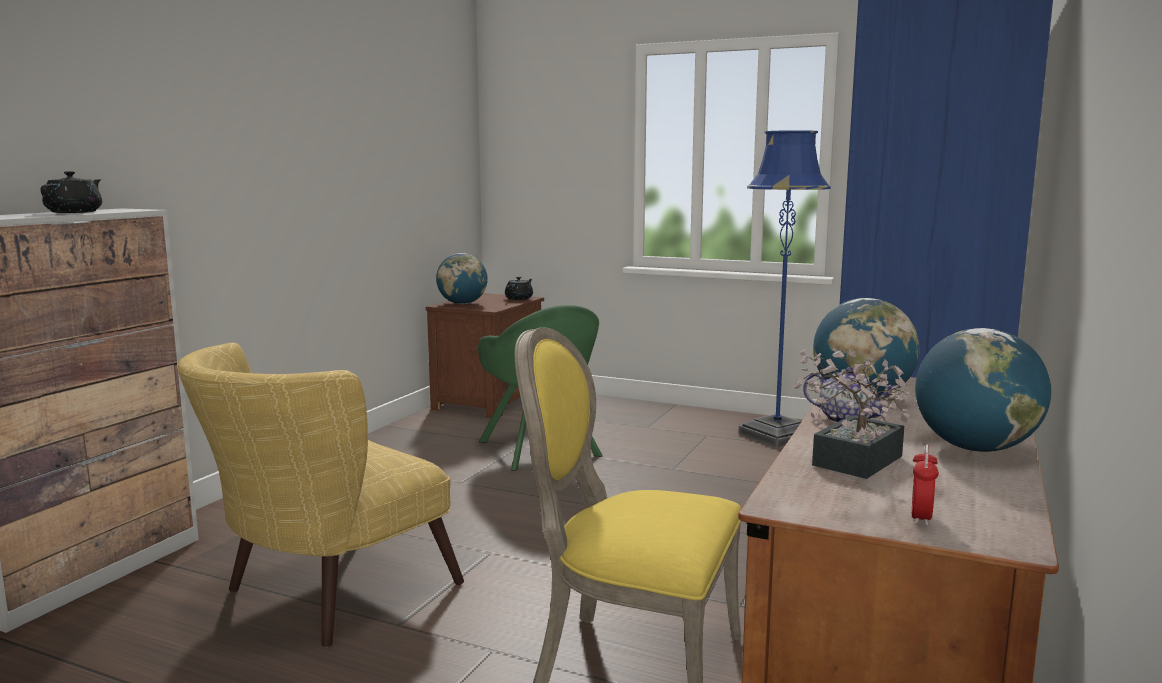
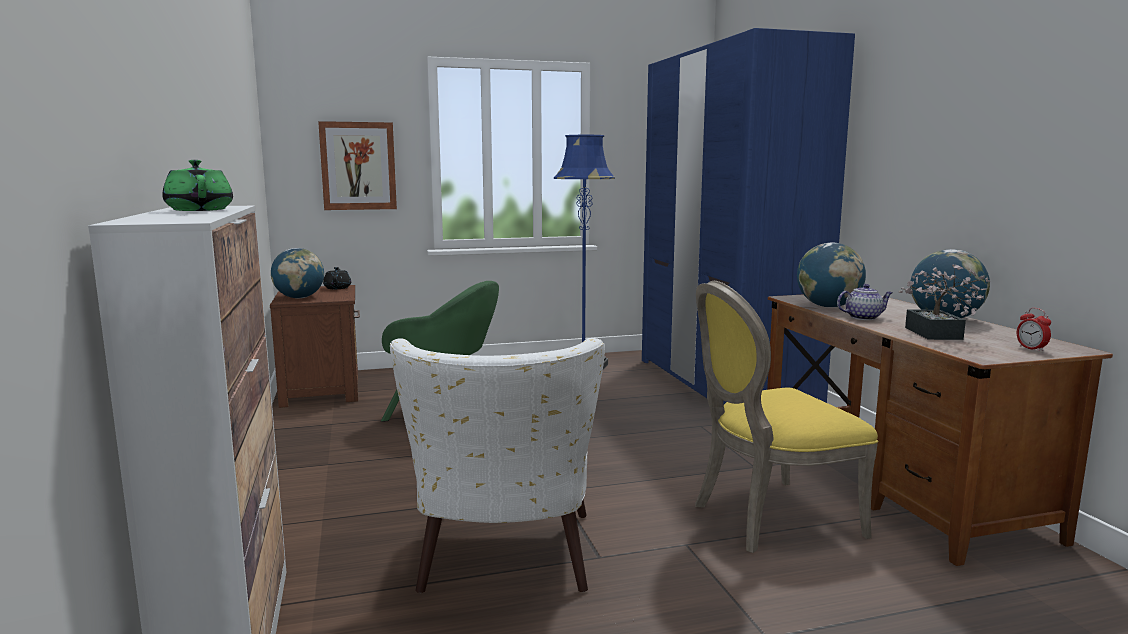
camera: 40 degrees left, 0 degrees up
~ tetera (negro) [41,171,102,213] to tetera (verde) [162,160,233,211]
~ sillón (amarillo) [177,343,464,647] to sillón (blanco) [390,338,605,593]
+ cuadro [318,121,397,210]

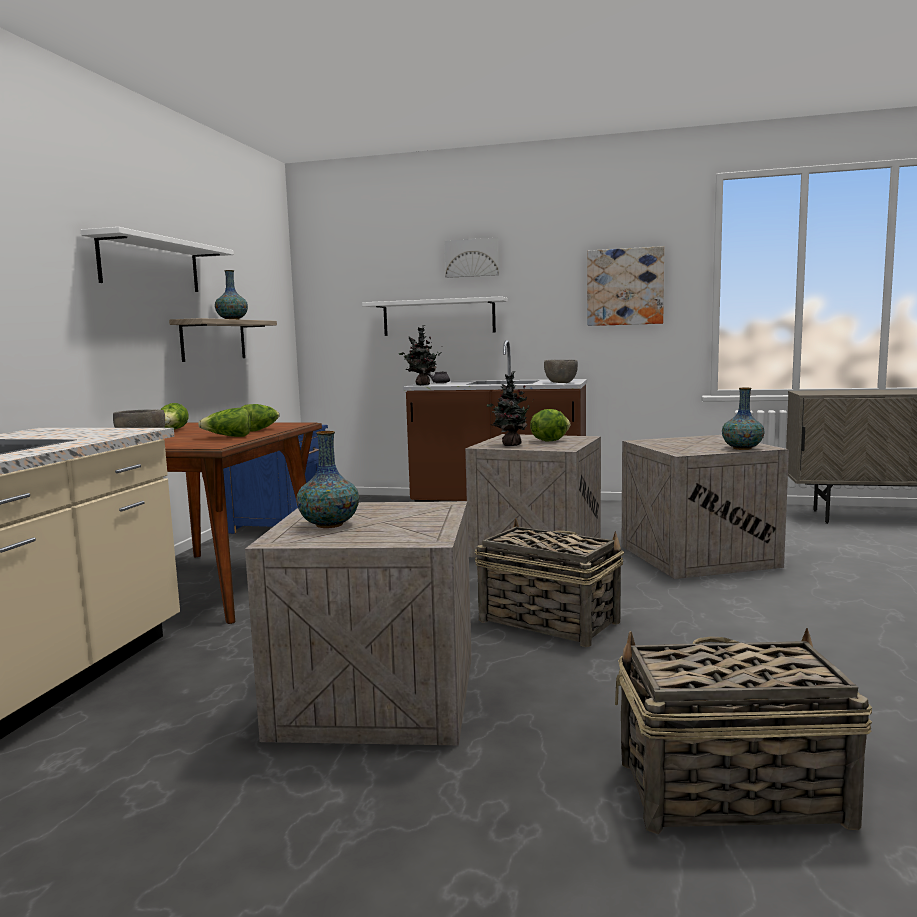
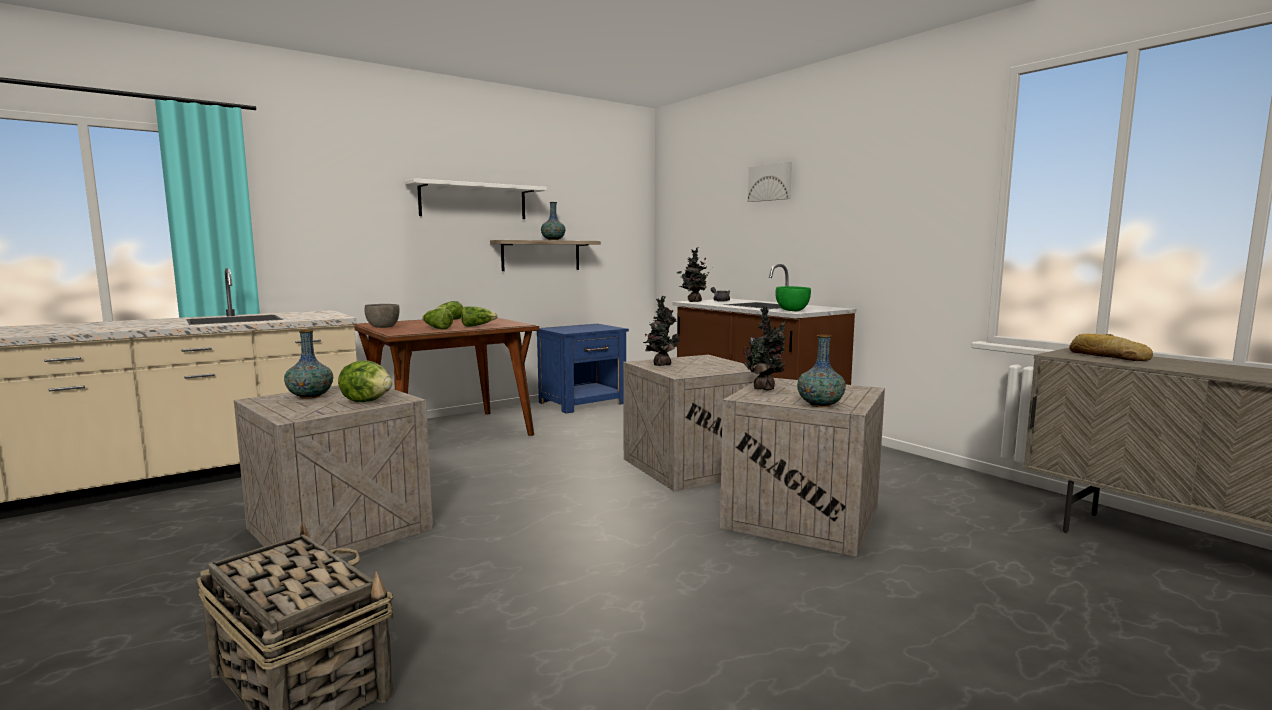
camera: 40 degrees right, 0 degrees up
- estante (blanco) [362,296,507,336]
- cesta [475,518,624,647]
~ lechuga [530,409,570,441] to [338,360,393,402]
~ cuenco (gris) [544,360,578,383] to cuenco (verde) [775,286,811,312]
- cuadro [587,246,664,326]
+ planta en maceta [741,306,786,390]
+ pan [1069,334,1153,361]

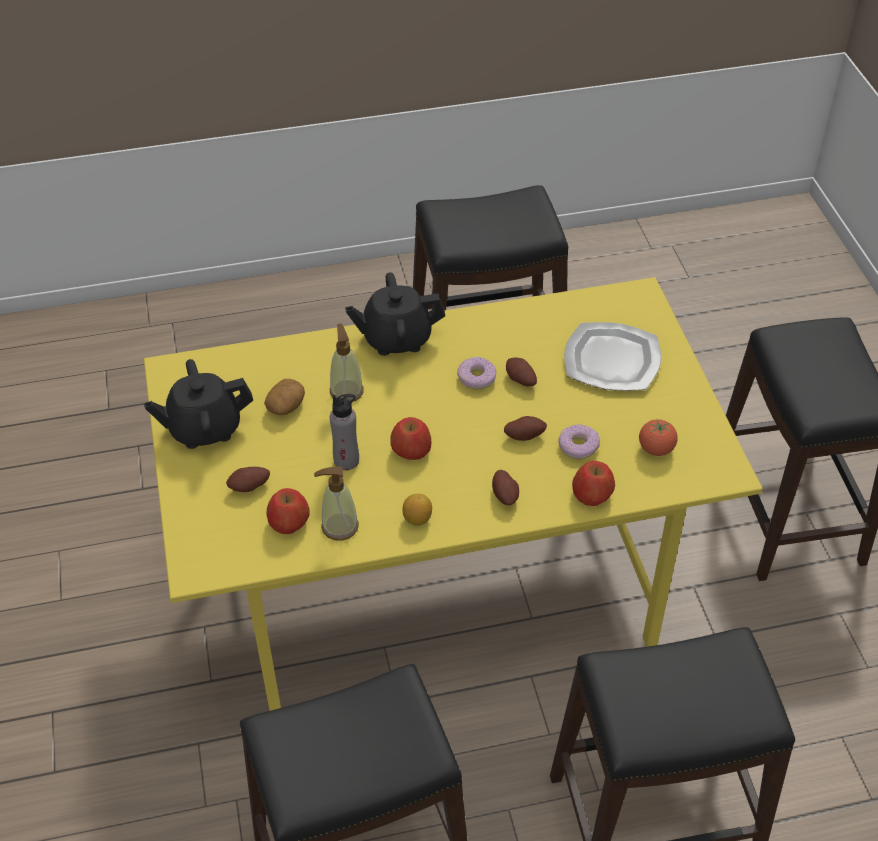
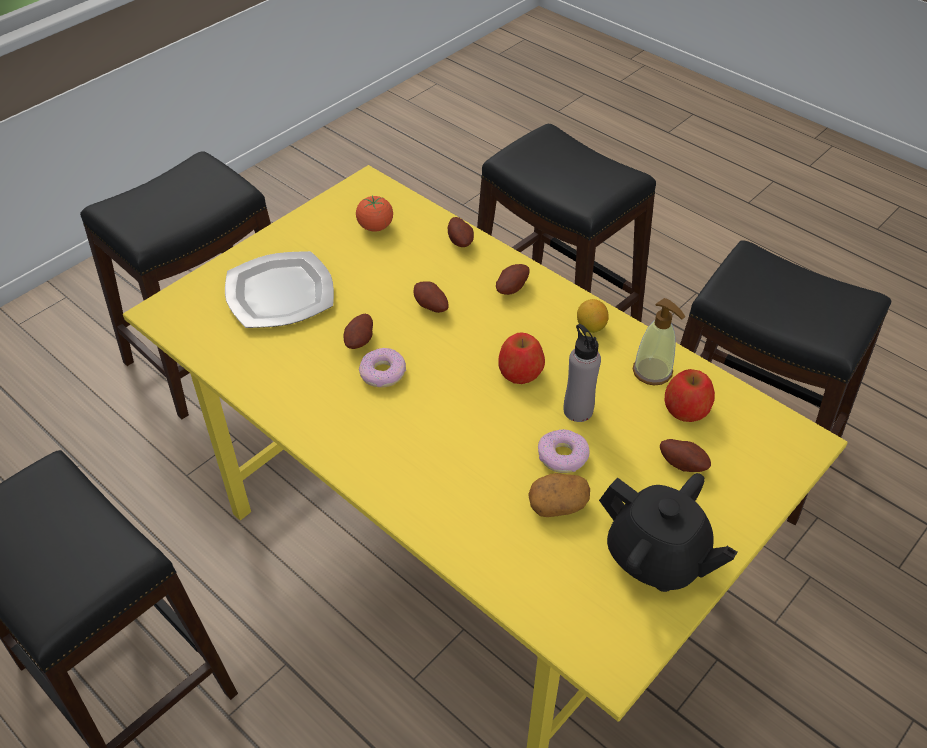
camera: 125 degrees left, 0 degrees up
- dispensador de jabón [330,324,364,402]
- tetera (negro) [345,272,445,356]
~ rosquilla [558,424,600,459] to [538,429,590,473]
~ manzana [572,461,615,506] to patata [448,217,474,247]

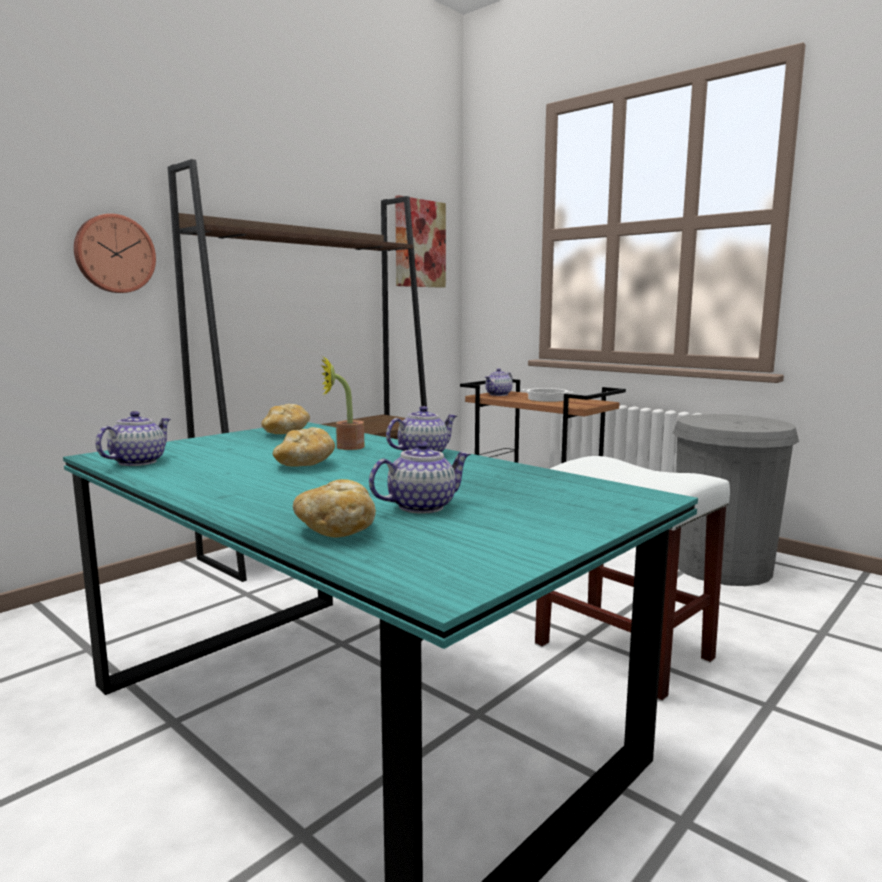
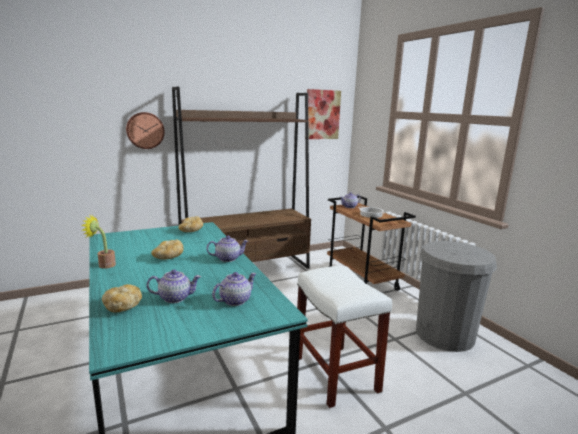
camera: 20 degrees right, 5 degrees up
~ tetera [96,411,171,466] to [212,272,256,306]
~ planta en maceta [321,356,364,450] to [82,215,116,269]

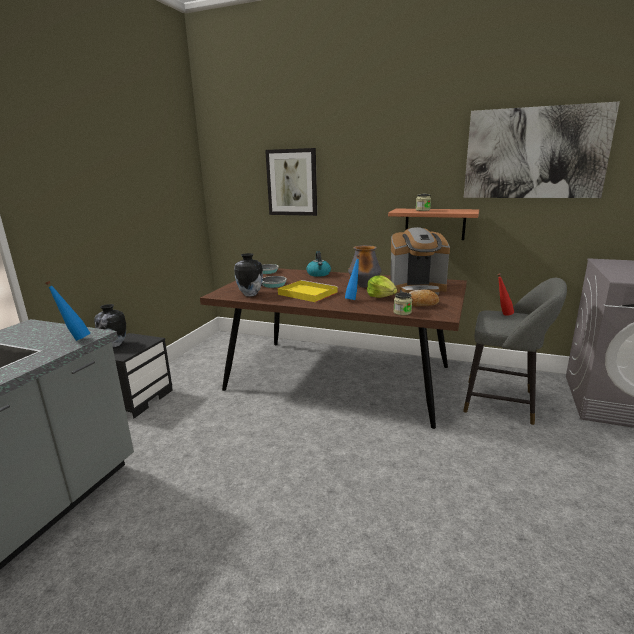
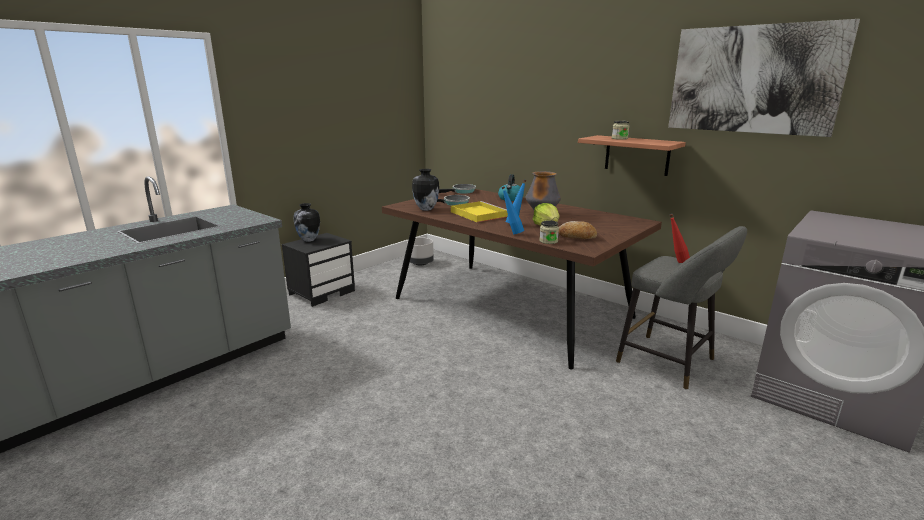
camera: 20 degrees right, 0 degrees up
~ botella (azul) [45,281,90,341] to [501,186,524,234]
- cuadro [265,148,317,216]
- cafetera [390,227,450,295]
+ maceta (gris) [407,237,434,266]

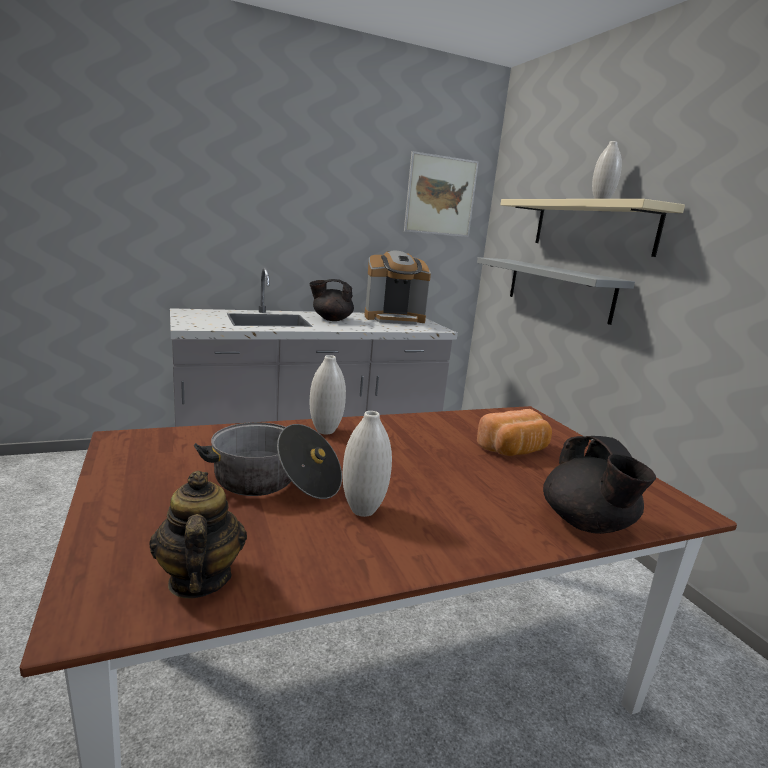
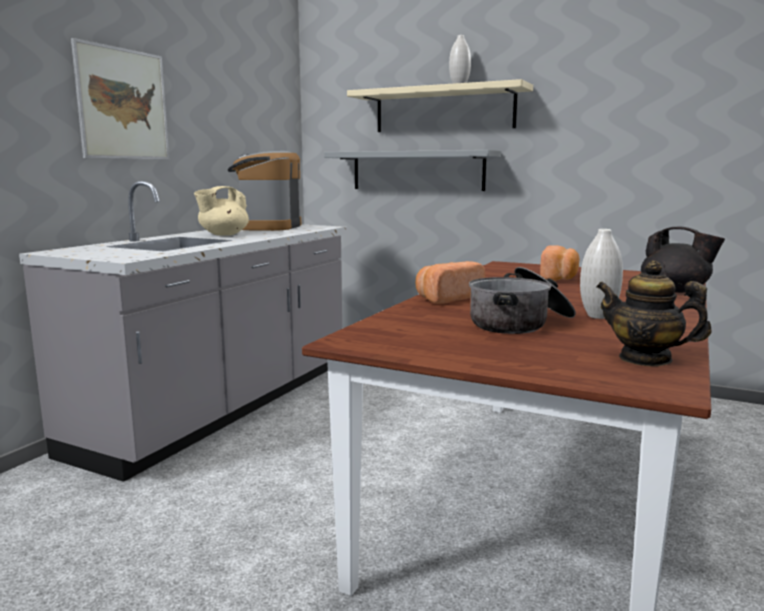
camera: 40 degrees left, 5 degrees down
~ tetera (negro) [309,279,354,321] to tetera (beis) [194,186,249,236]
~ florero (blanco) [310,355,346,434] to pan [416,261,485,304]
~ cafetera [364,251,431,325] = [228,151,301,231] 150 degrees clockwise
~ cuadro [404,151,479,237] to [71,38,169,159]

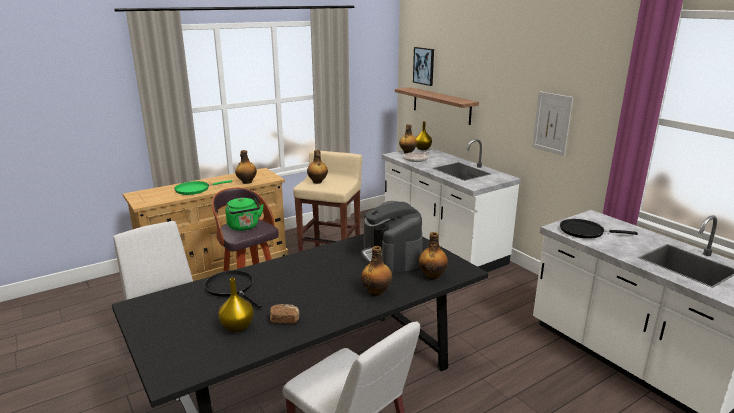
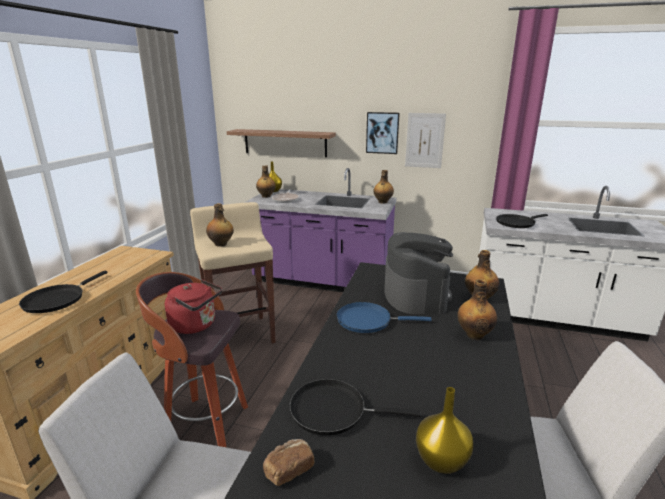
camera: 40 degrees left, 0 degrees up
~ sartén (verde) [174,180,233,195] to sartén (negro) [19,271,108,313]
~ hervidor (verde) [225,198,264,231] to hervidor (rojo) [165,279,222,334]
~ botella [235,150,257,184] to [373,170,394,203]
~ pan [270,304,299,324] to [263,439,314,486]
~ cafetera [361,201,423,273] = [384,232,453,314] 120 degrees counterclockwise
~ mueble bajo de cocina (blanco) [382,139,521,272] to mueble bajo de cocina (morado) [244,168,396,292]
~ cuadro [413,47,434,86] to [366,112,400,154]
+ sartén (azul) [337,302,432,333]

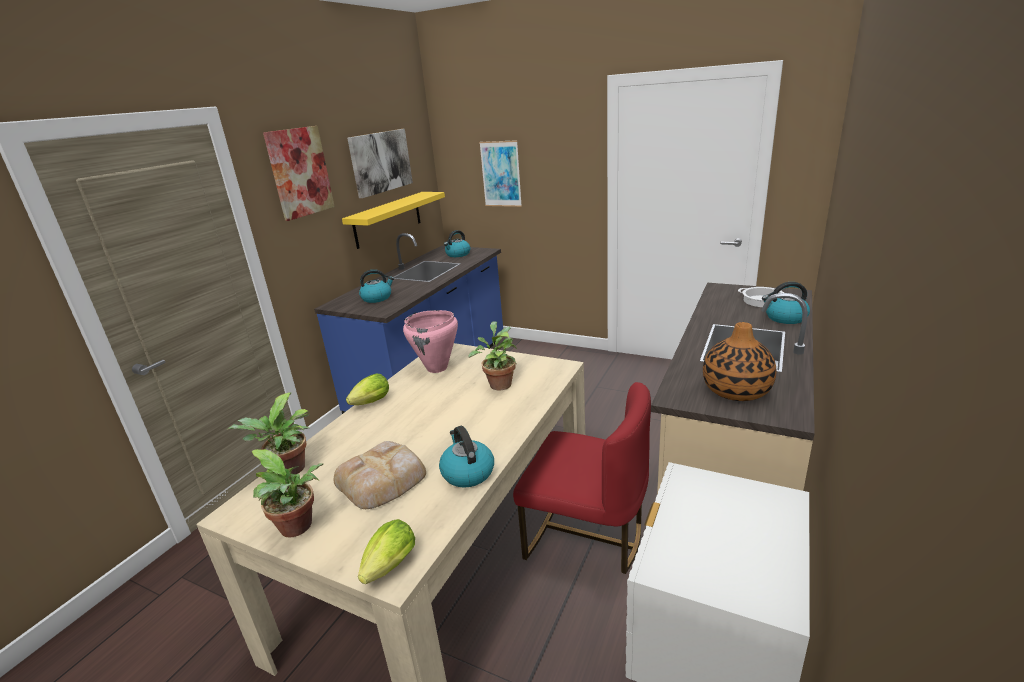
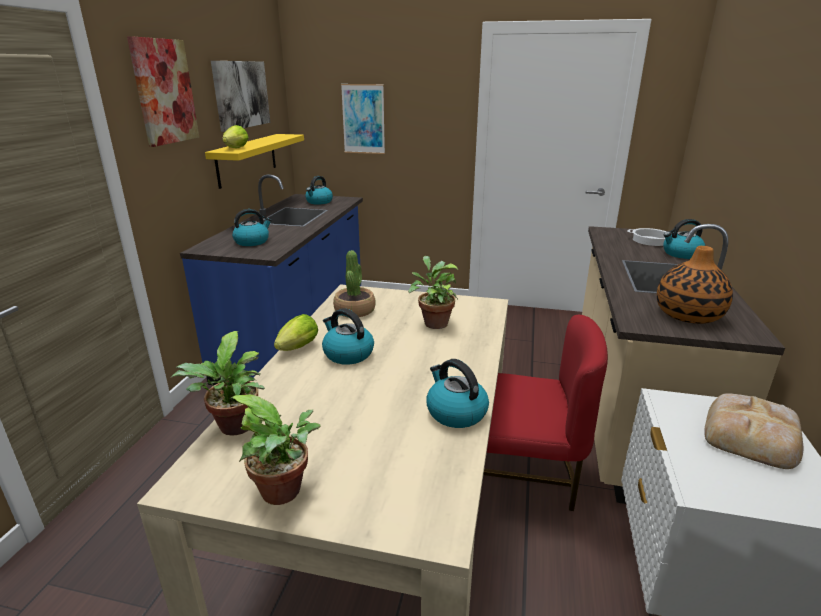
camera: 15 degrees left, 0 degrees up
~ pan [333,441,426,509] to [704,393,804,469]
~ lechuga [358,519,415,584] to [222,125,249,148]
~ olla (rosa) [403,310,458,373] to planta en maceta [333,250,376,317]
+ hervidor [322,308,374,365]

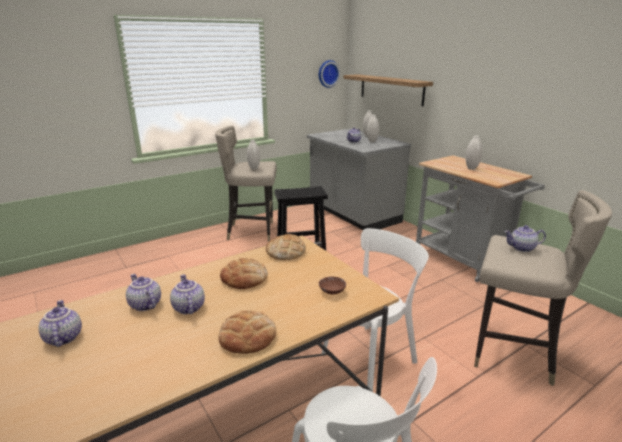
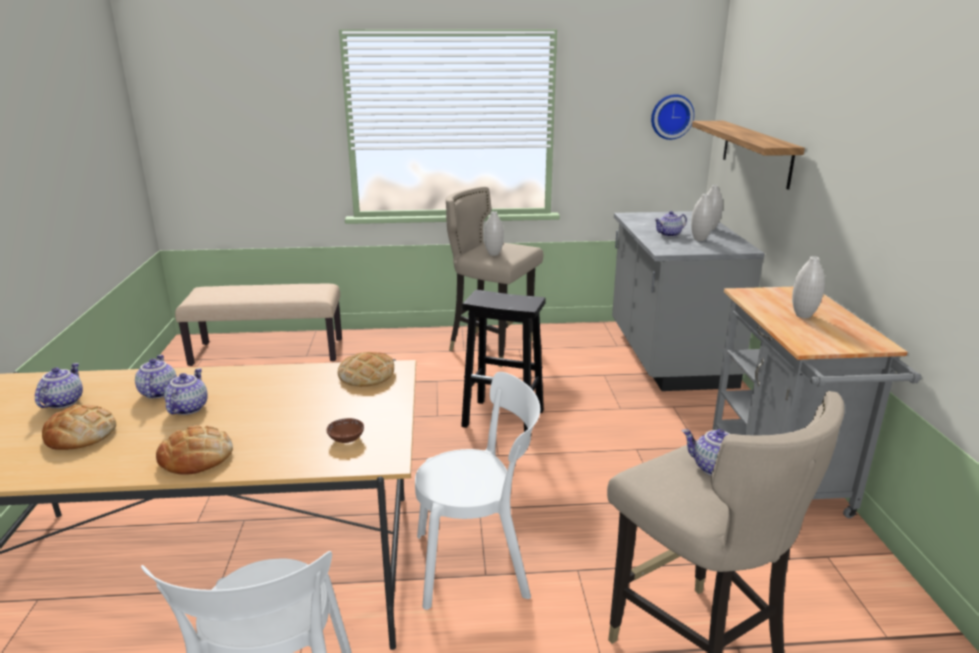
camera: 30 degrees right, 0 degrees up
~ pan [220,258,268,289] to [42,405,116,450]
+ banco (beis) [175,283,342,366]

